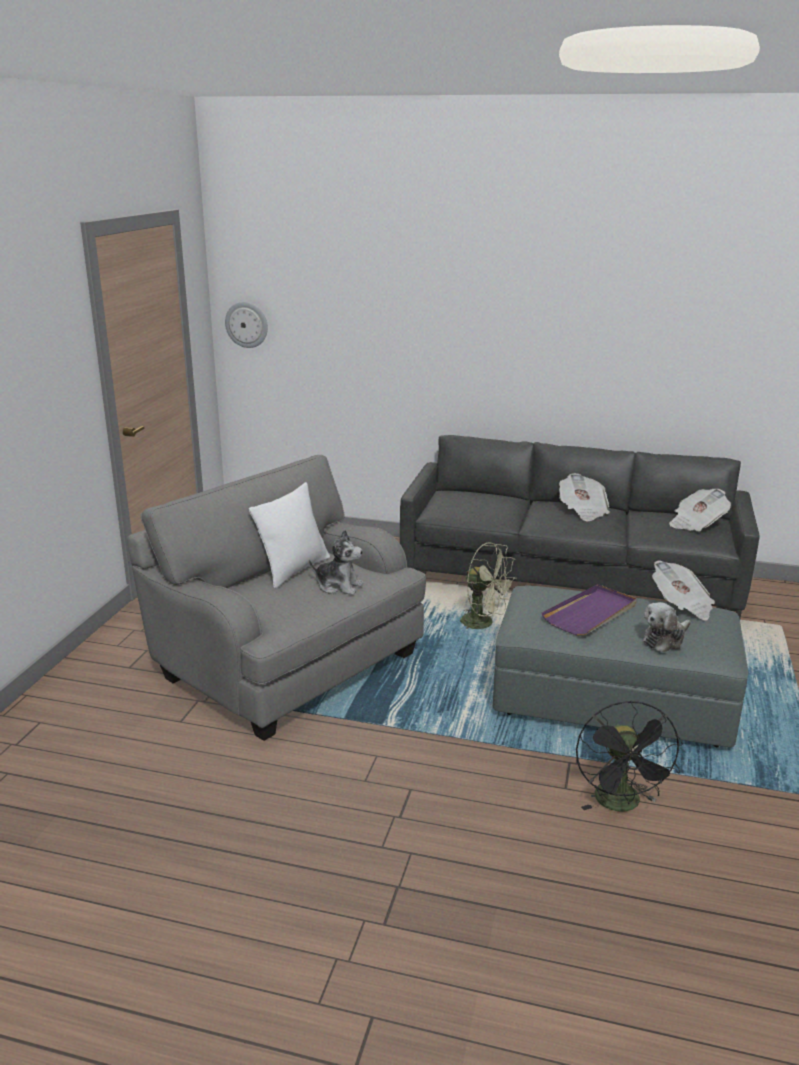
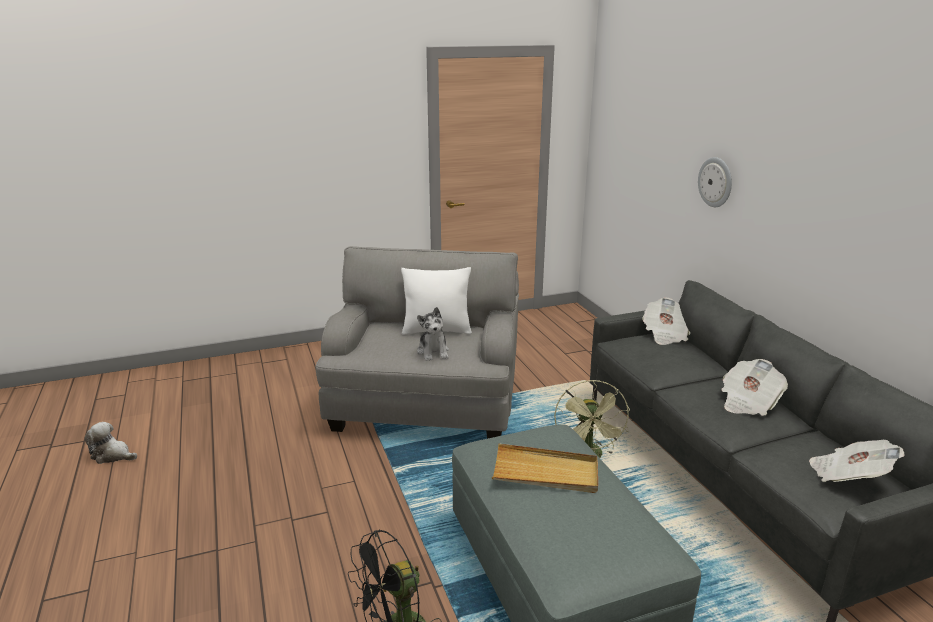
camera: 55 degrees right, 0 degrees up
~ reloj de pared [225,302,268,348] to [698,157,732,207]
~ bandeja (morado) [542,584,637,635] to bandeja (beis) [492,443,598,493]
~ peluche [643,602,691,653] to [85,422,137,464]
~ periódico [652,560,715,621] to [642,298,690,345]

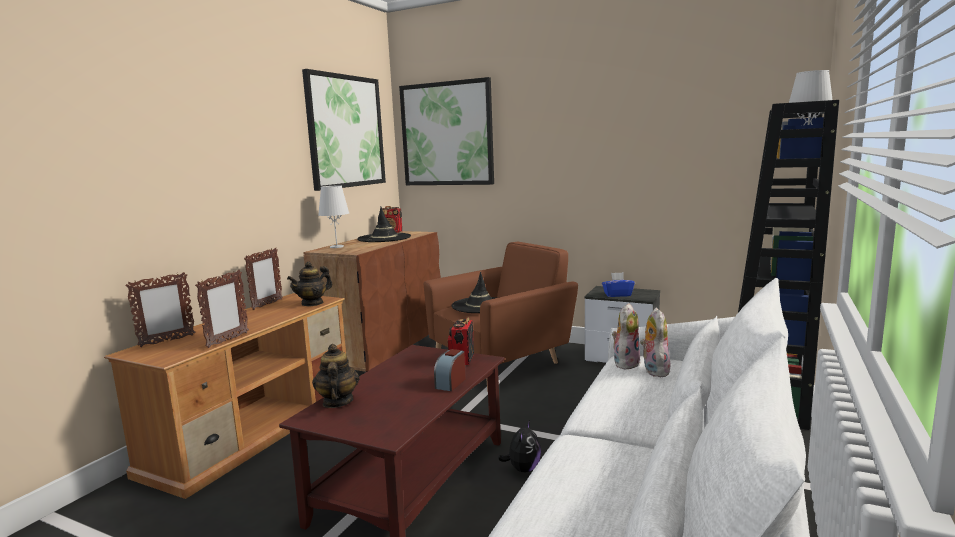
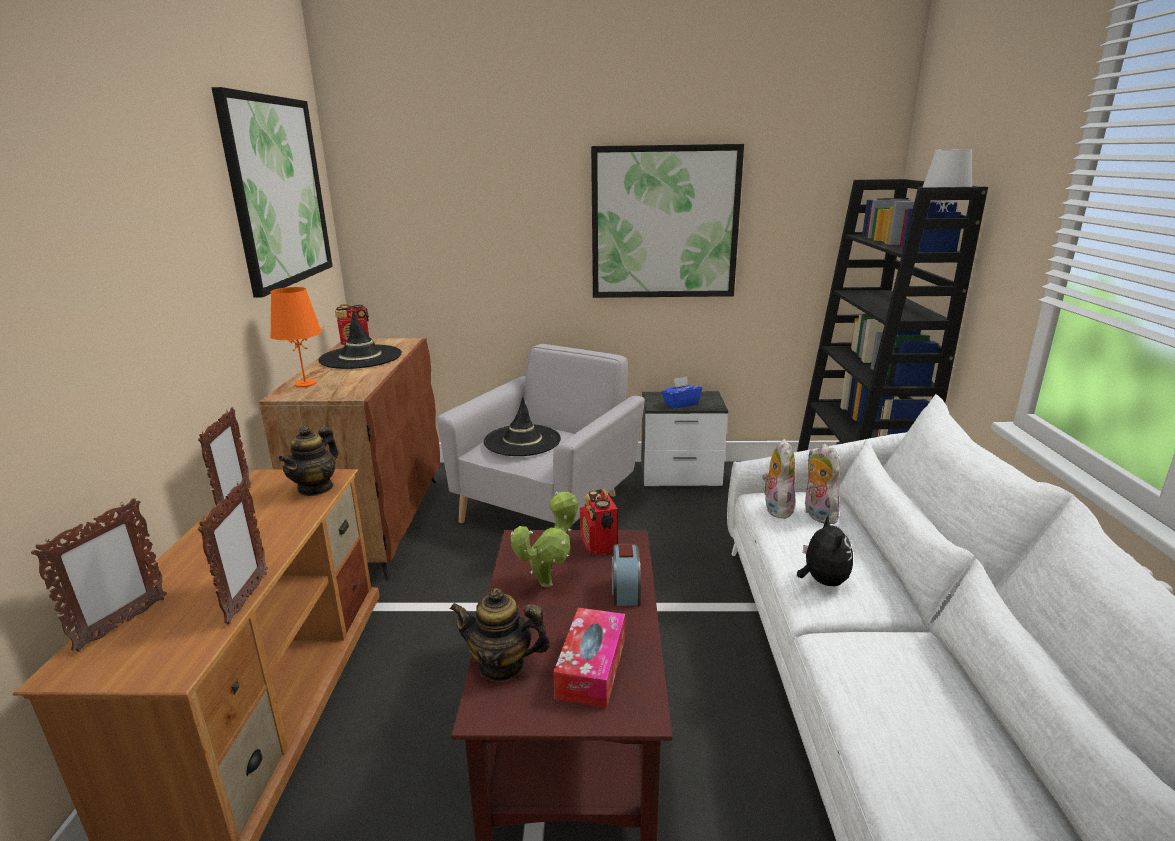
camera: 25 degrees left, 10 degrees up
~ tetera [312,344,360,408] = [450,588,551,682] 45 degrees counterclockwise
~ lámpara de mesa (blanco) [318,186,349,248] to lámpara de mesa (naranja) [270,287,322,388]
~ cuadro [399,77,494,185] to [591,144,744,298]
~ sillón (marrón) [424,242,578,391] to sillón (gris) [437,344,645,525]
~ peluche [498,420,541,473] to [797,514,853,586]
+ planta en maceta [511,492,579,587]
+ caja de pañuelos [553,608,625,708]

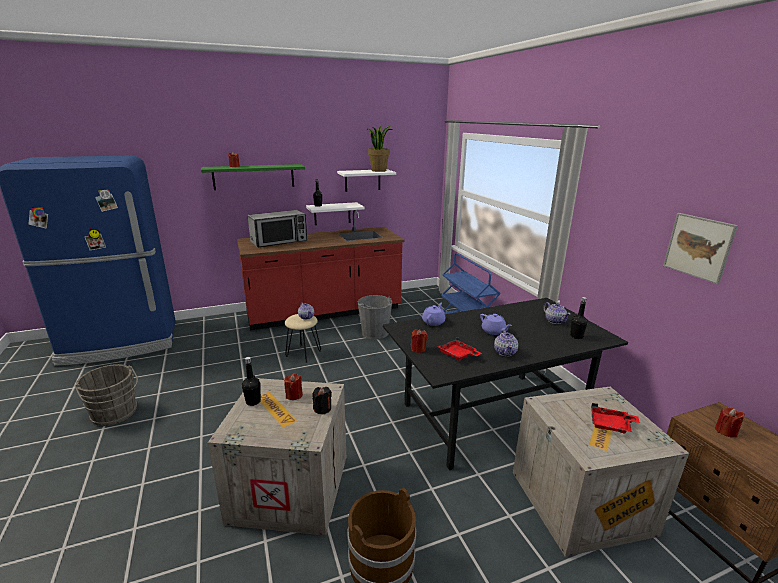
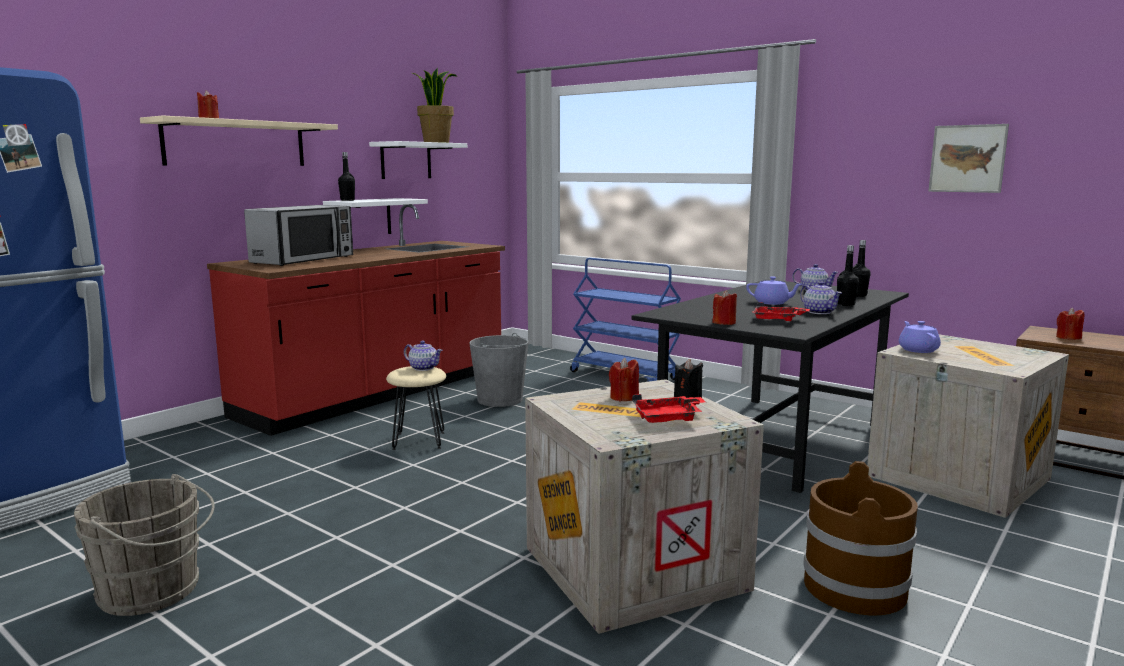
camera: 30 degrees left, 10 degrees down
~ estante (verde) [201,164,305,190] to estante (beis) [140,115,338,166]
~ botella (negro) [242,357,261,406] to [837,245,859,306]
~ tetera (morado) [422,302,445,326] to [899,321,941,353]
~ bandeja (rojo) [591,403,640,434] to [632,394,705,423]

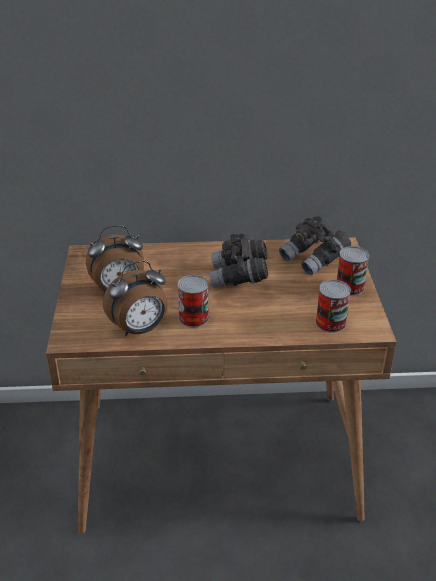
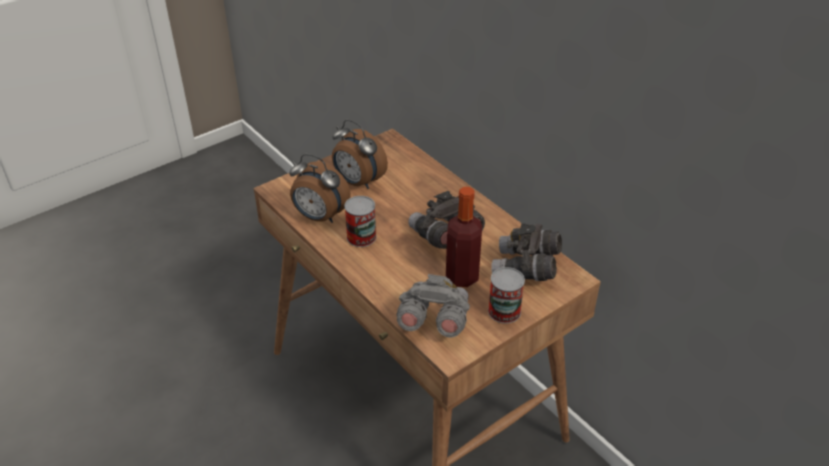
camera: 55 degrees right, 5 degrees up
~ lata [316,280,351,333] to prismáticos (gris) [396,274,470,337]
+ botella [446,187,482,287]

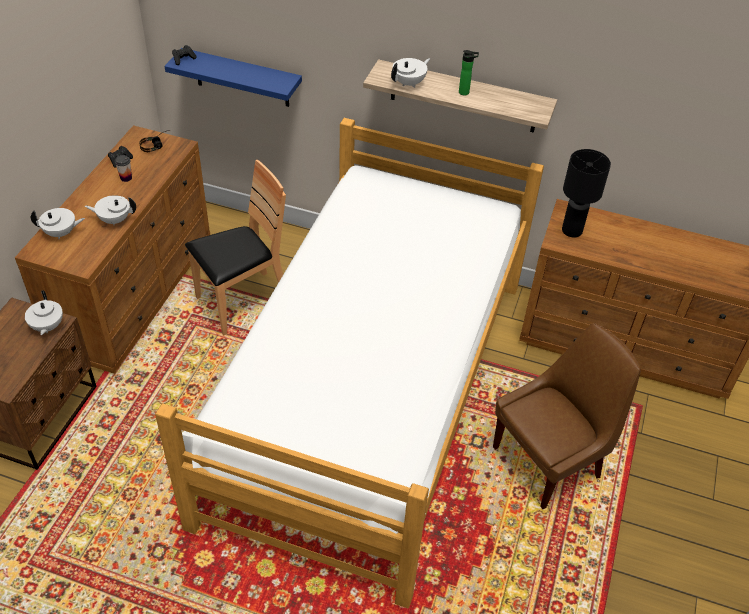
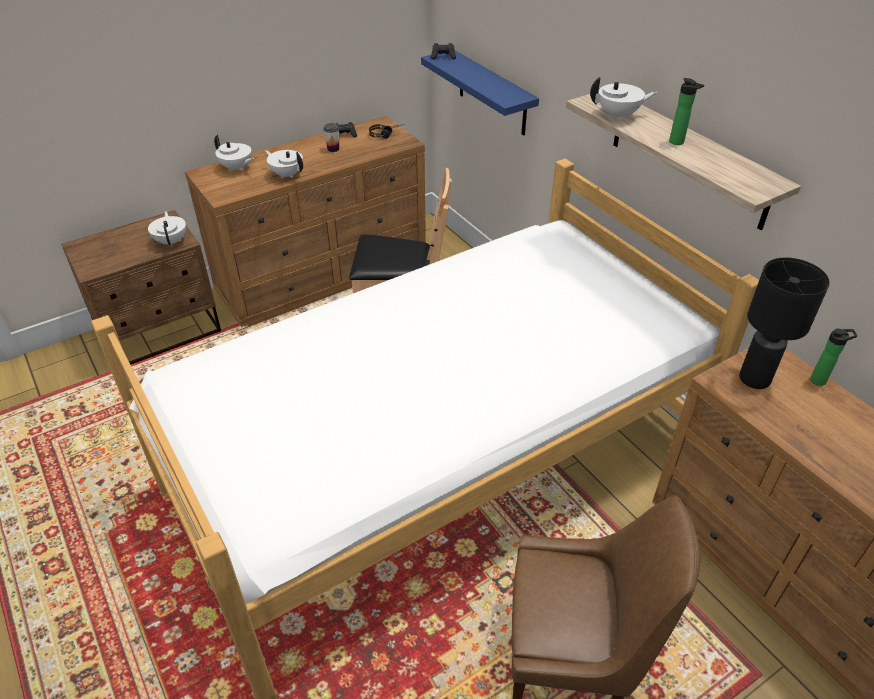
camera: 40 degrees right, 5 degrees down
~ tetera (blanco) [25,290,63,335] = [148,211,186,247] 135 degrees clockwise
+ botella [810,329,857,386]

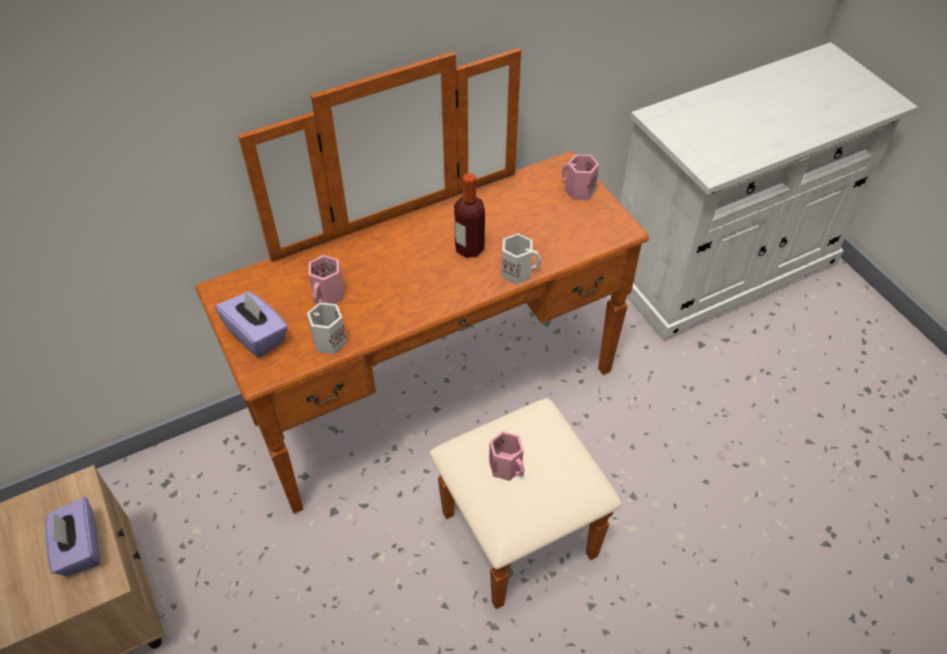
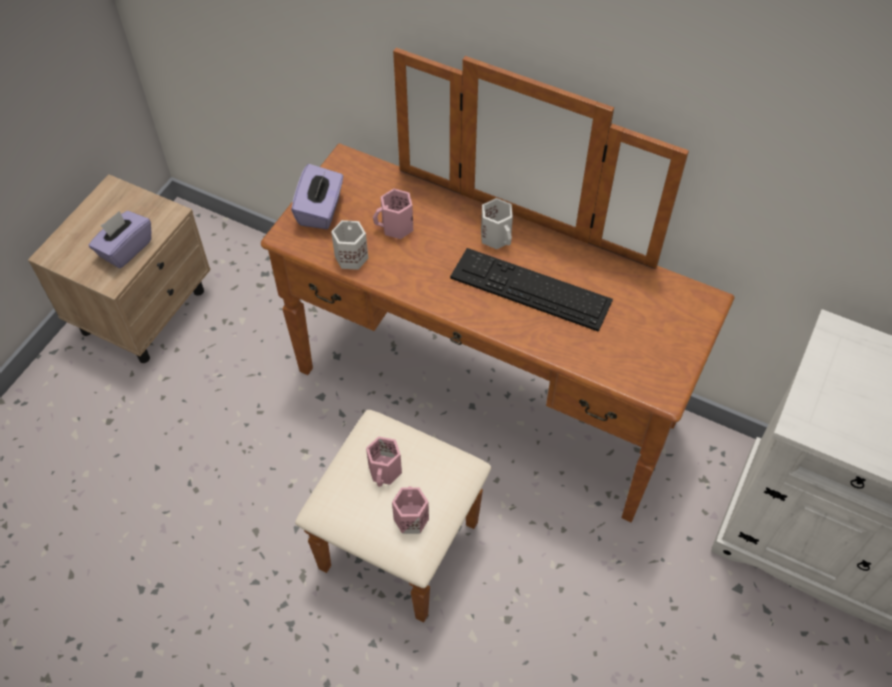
camera: 55 degrees right, 5 degrees up
~ botella [454,173,485,258] to teclado [450,248,613,332]
~ taza grande (blanco) [501,233,542,284] to [481,198,513,249]
~ taza grande (rosa) [562,154,599,200] to [392,486,429,534]

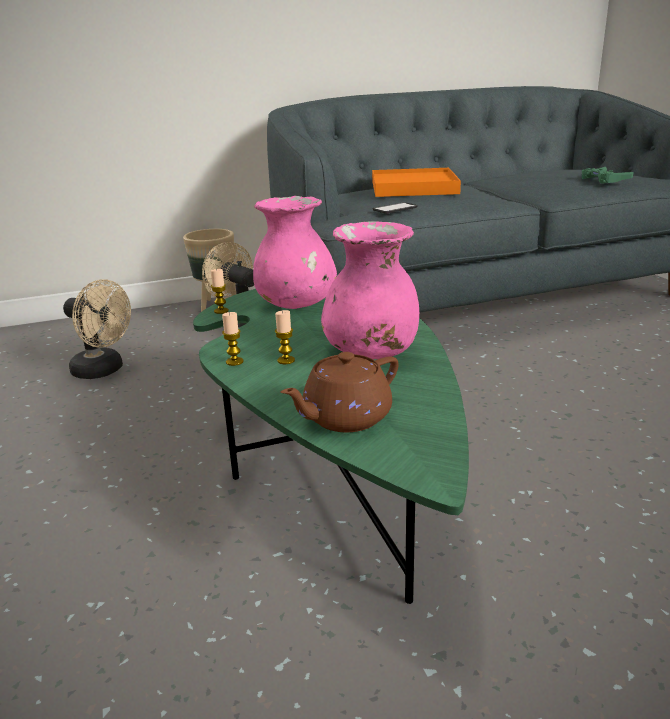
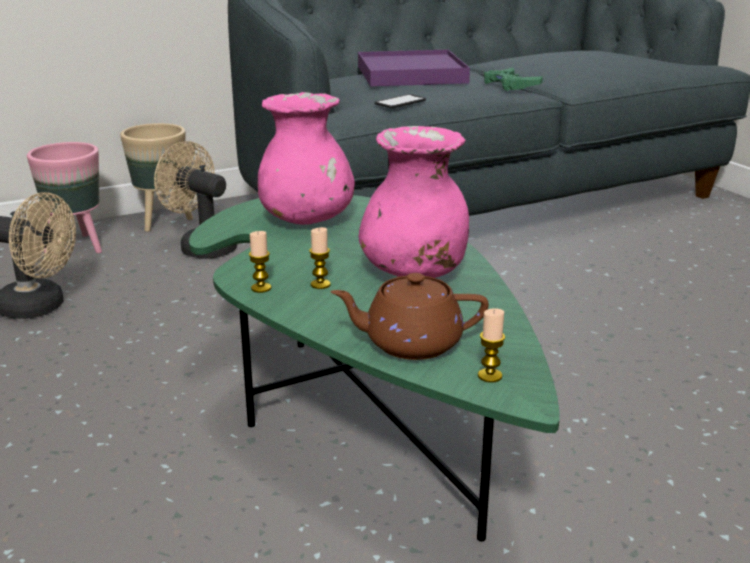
camera: 10 degrees left, 0 degrees up
~ vela [211,269,229,314] to [478,308,505,383]
~ tetera (marrón) [281,352,399,432] = [330,273,489,360] 45 degrees clockwise
~ bandeja (naranja) [372,168,461,197] to bandeja (morado) [358,50,470,86]
~ mando de consola (verde) [582,167,634,184] to [484,67,543,91]
+ maceta (rosa) [27,142,102,253]

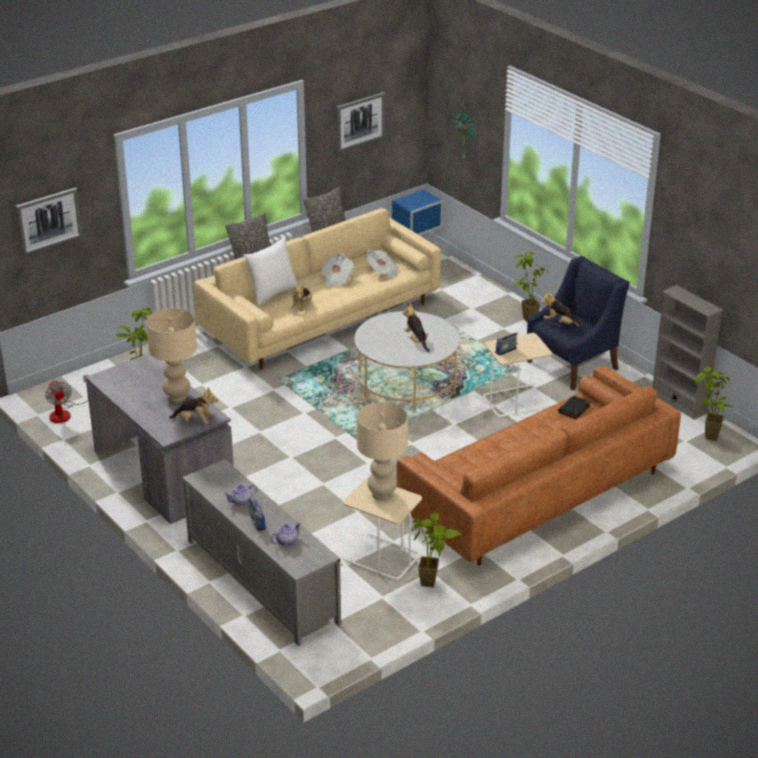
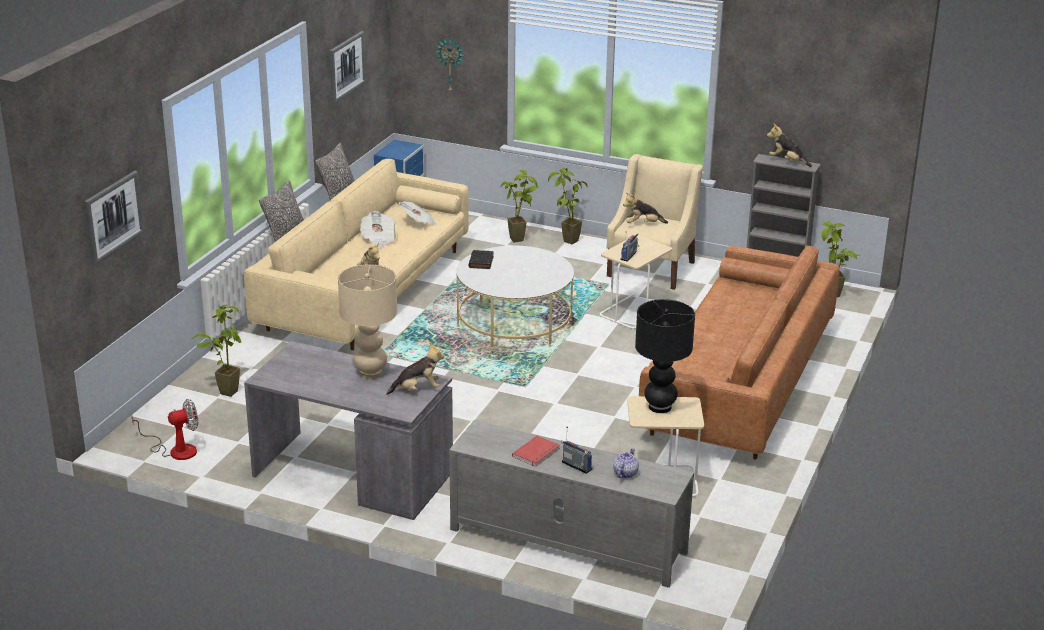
camera: 30 degrees left, 5 degrees down
~ ventilador [45,375,88,423] = [131,399,198,460] 60 degrees counterclockwise
~ tetera [224,484,257,506] to libro (rojo) [512,436,560,467]
- cojín (blanco) [243,236,299,306]
~ lámpara de mesa (beis) [357,402,408,501] to lámpara de mesa (negro) [635,299,695,413]
~ peluche [403,303,430,352] to [767,123,812,167]
~ planta en maceta [413,513,462,587] to [501,170,539,242]
~ sillón (azul) [527,256,630,390] to sillón (beis) [606,154,703,290]
~ libro (negro) [558,395,590,419] to [468,250,494,269]

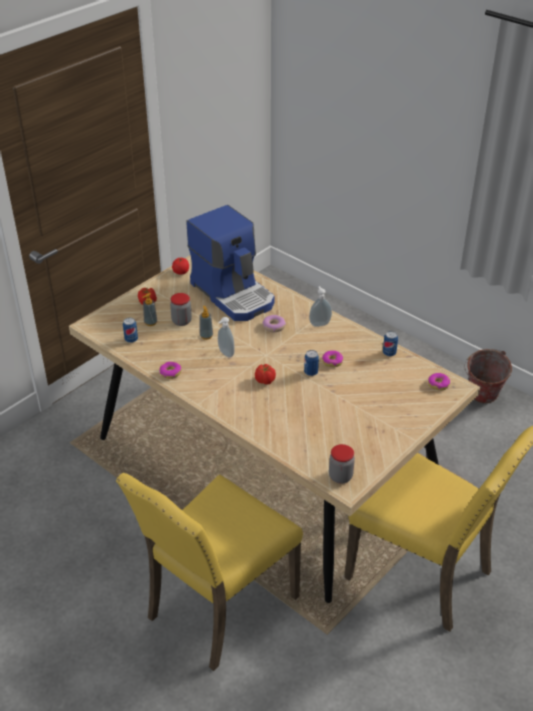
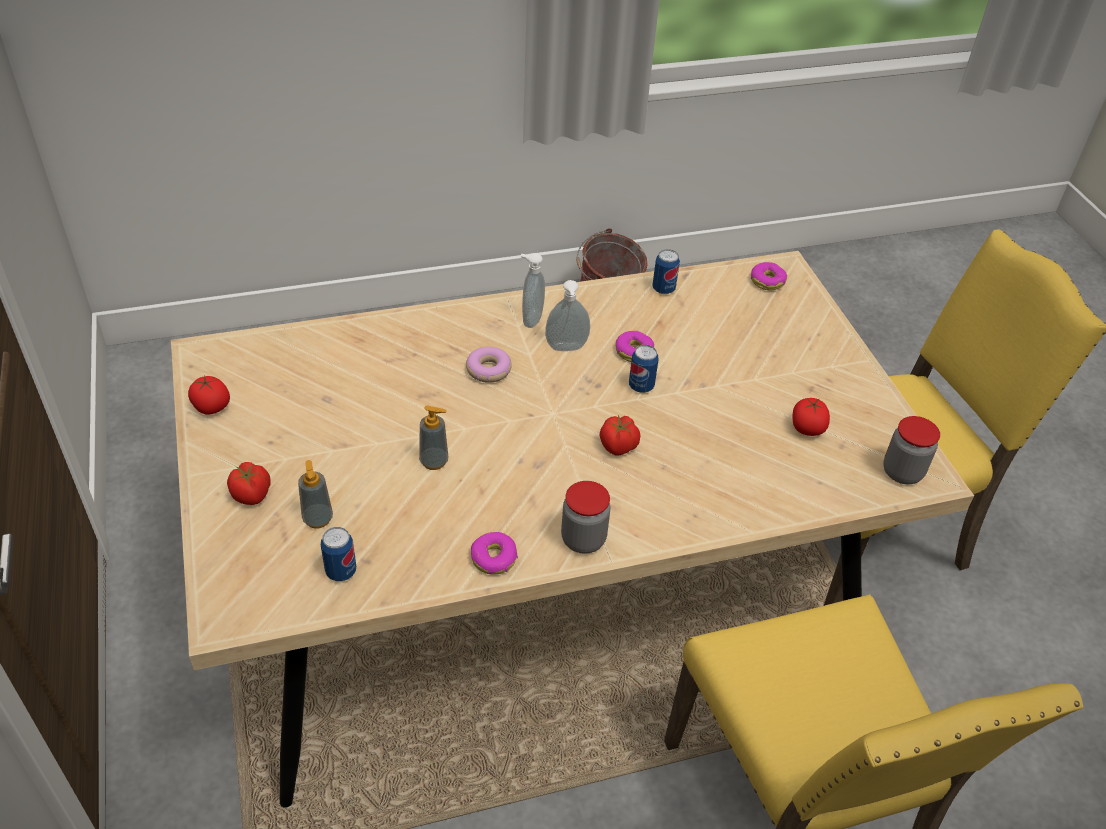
camera: 60 degrees left, 5 degrees up
~ tarro [170,293,192,326] to [561,481,611,554]
- cafetera [187,205,275,321]
~ dispensador de jabón [218,317,235,358] to [545,280,590,351]
+ tomate [793,398,830,436]

